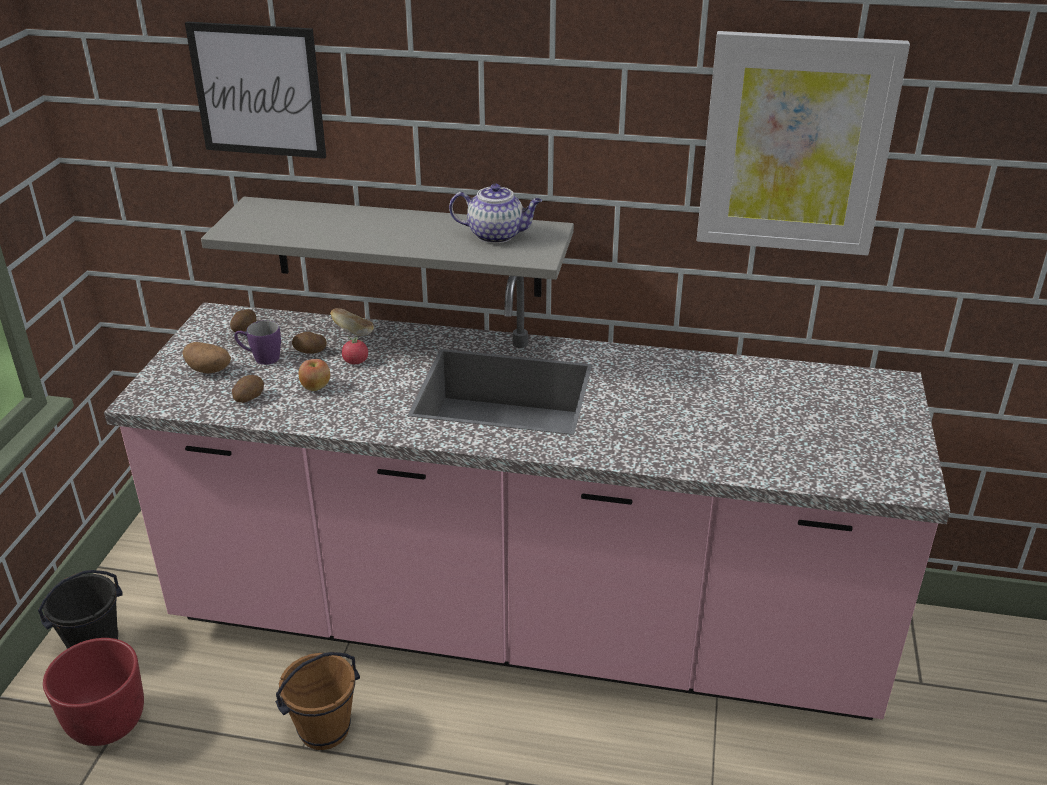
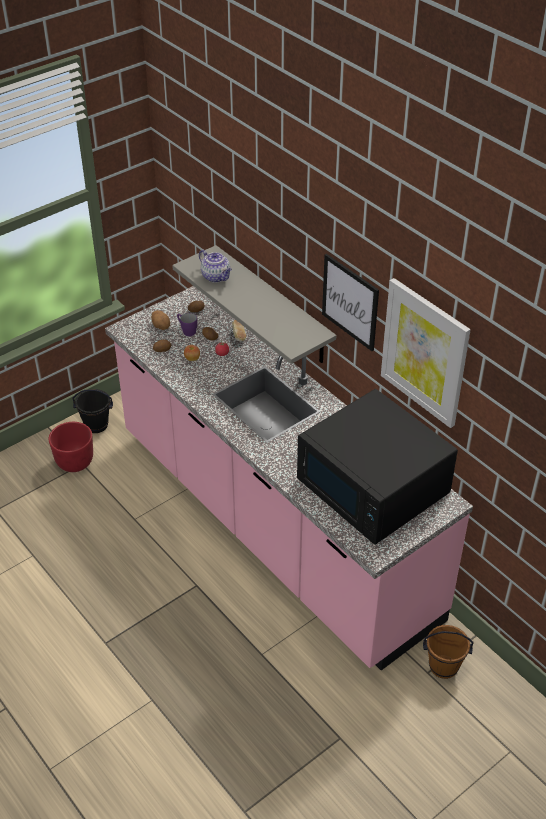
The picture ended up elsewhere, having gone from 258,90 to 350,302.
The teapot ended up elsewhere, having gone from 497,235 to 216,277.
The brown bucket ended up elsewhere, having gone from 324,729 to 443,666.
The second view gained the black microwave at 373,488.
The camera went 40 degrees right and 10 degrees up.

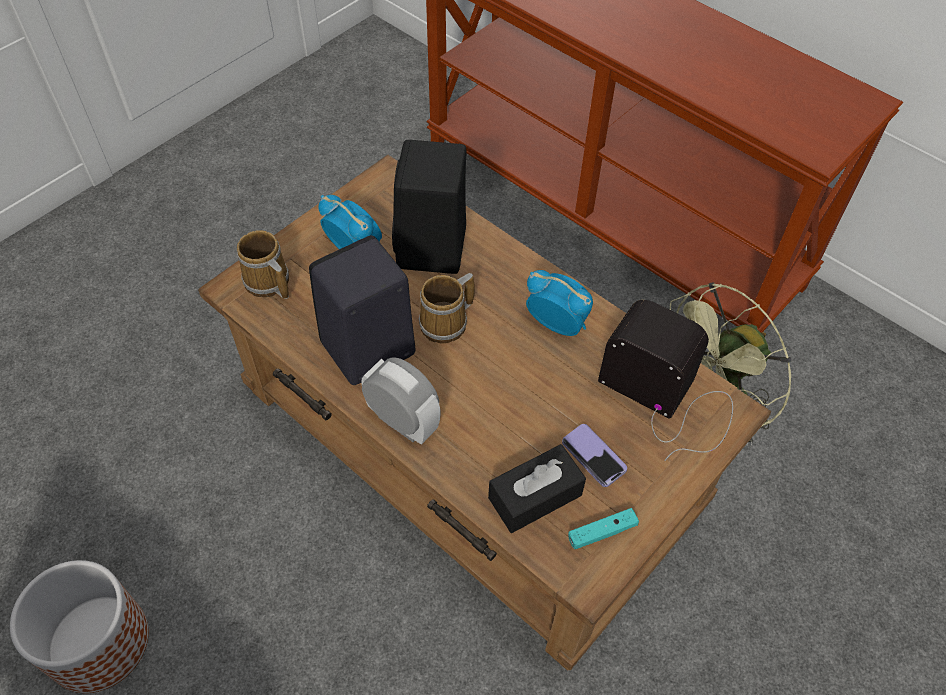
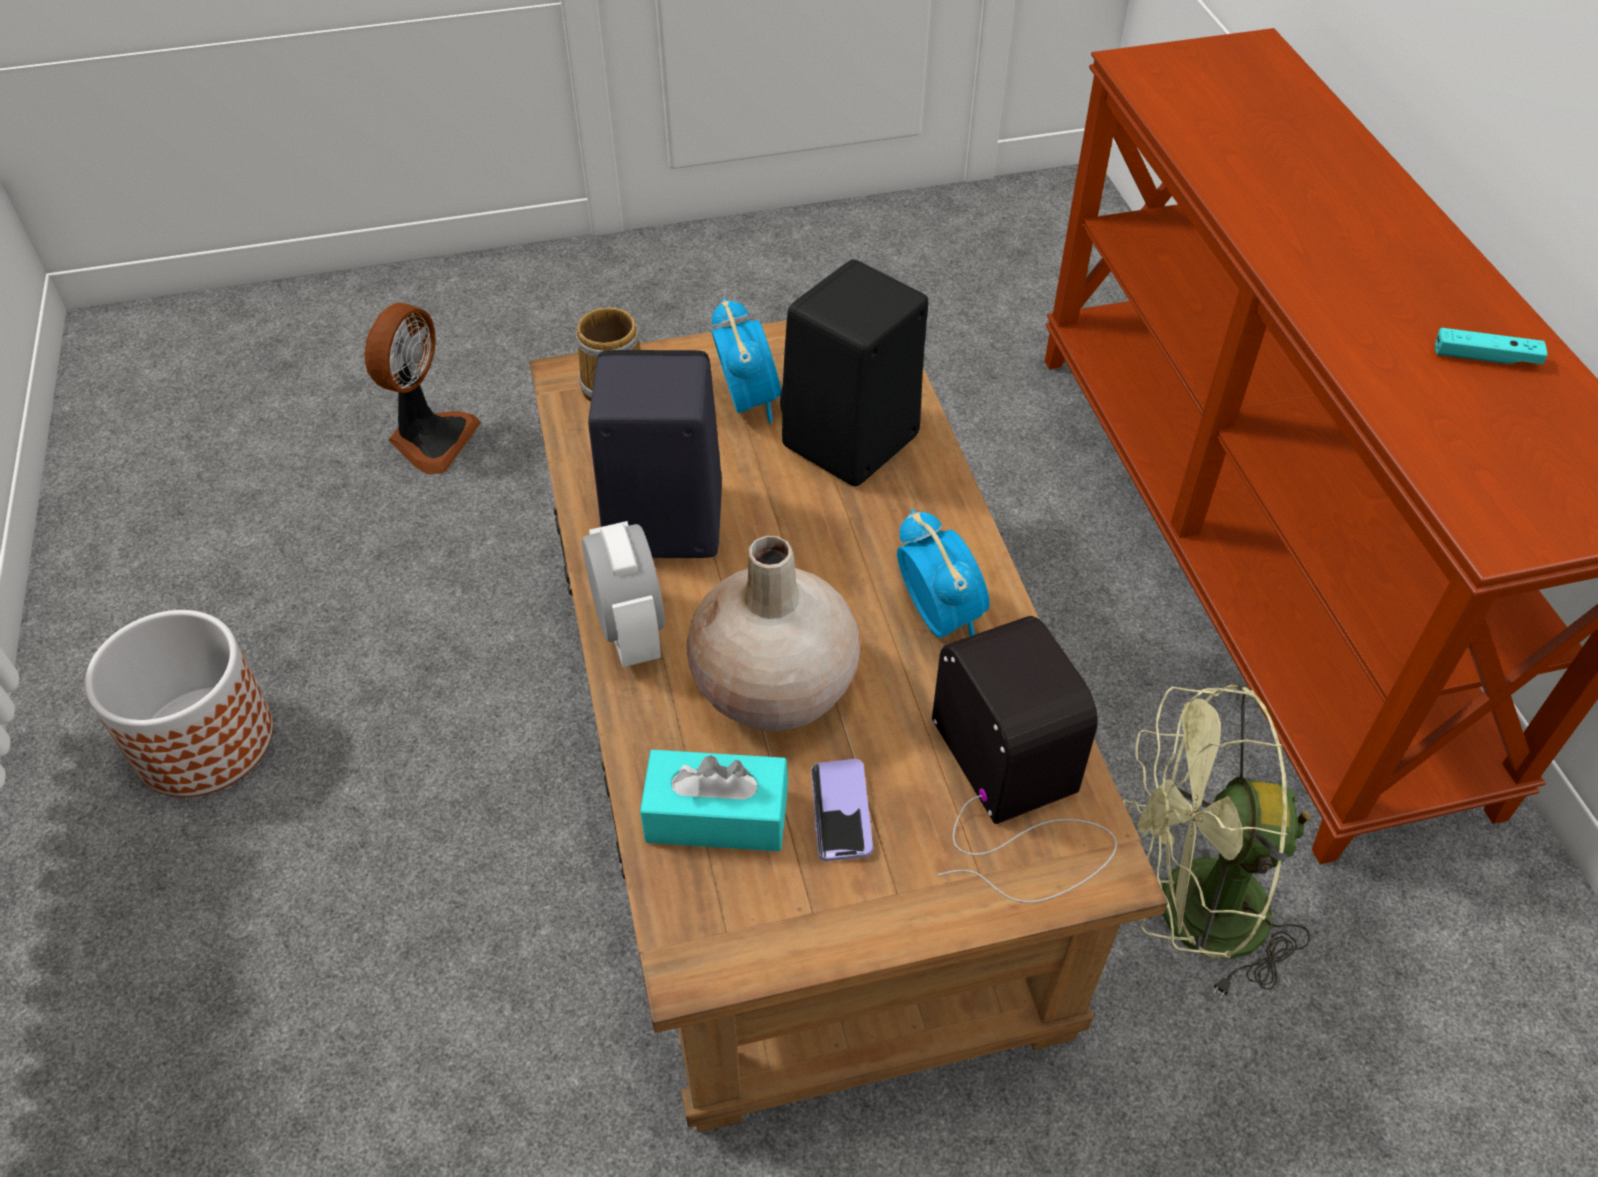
The second view lost the mug at 447,323.
What was the black tissue box at 535,496 turned into the turquoise tissue box at 716,816.
The turquoise game controller ended up elsewhere, having gone from 602,532 to 1485,357.
The second view gained the fan at 430,438.
The second view gained the beige vase at 774,687.
The camera went 35 degrees right and 5 degrees down.

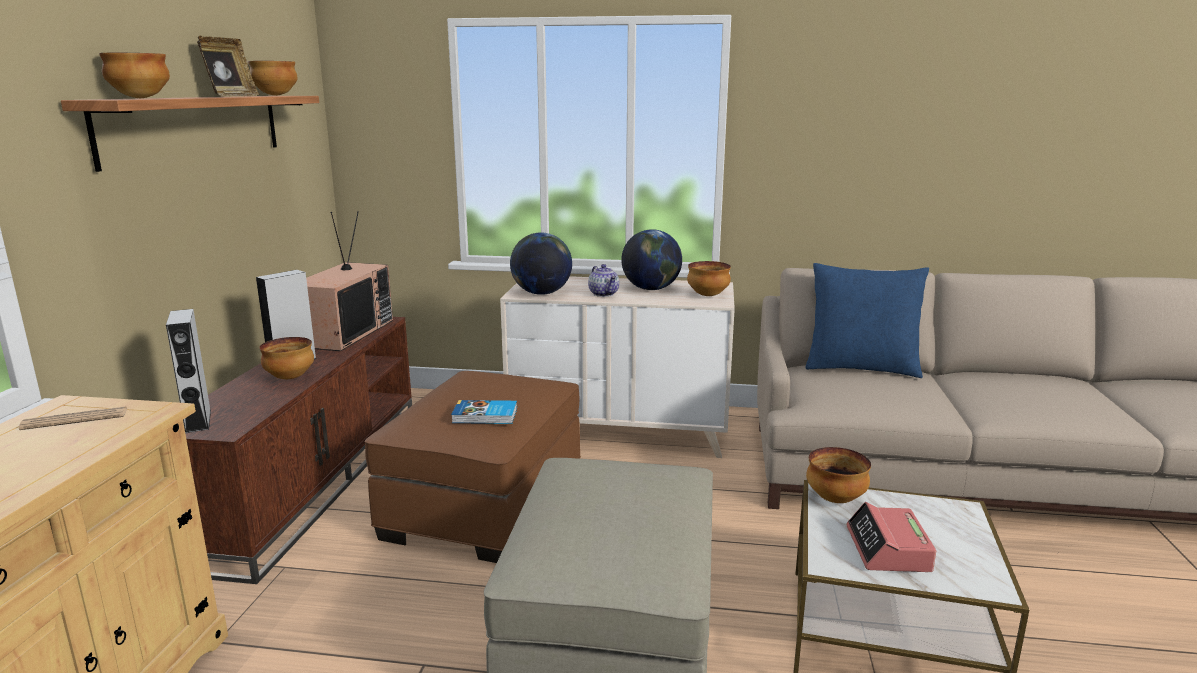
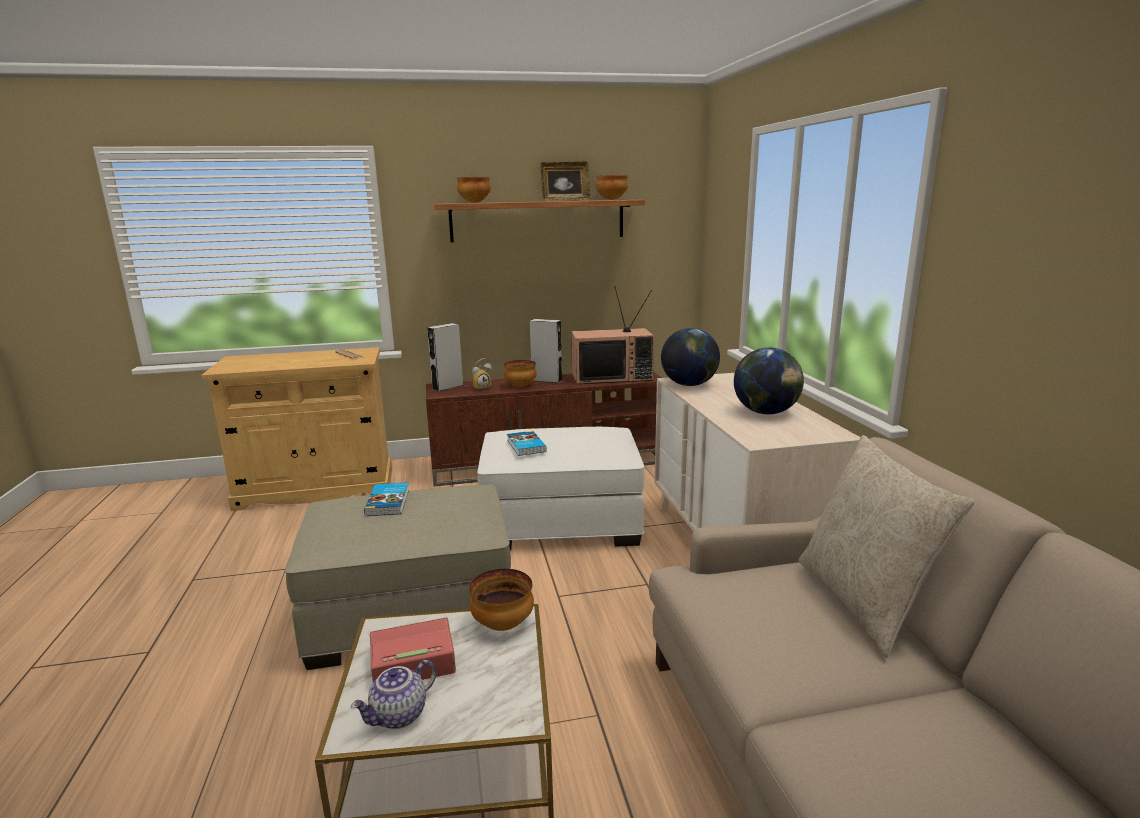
The second view lost the bowl at 707,295.
What was the blue pillow at 861,367 turned into the beige pillow at 864,602.
The teapot ended up elsewhere, having gone from 604,294 to 399,716.
What was the brown ottoman at 486,501 turned into the white ottoman at 562,522.
The second view gained the alarm clock at 481,388.
The second view gained the book at 389,502.
The camera went 70 degrees right and 0 degrees up.

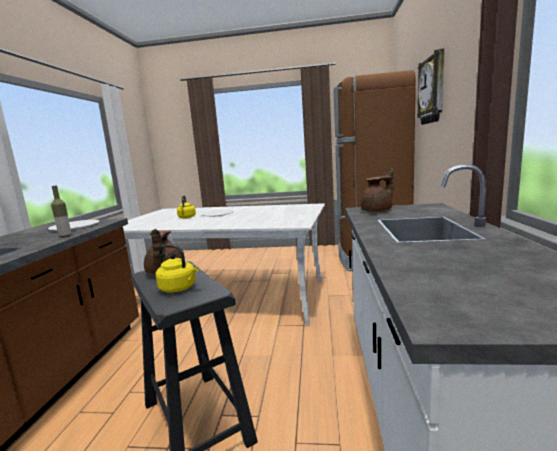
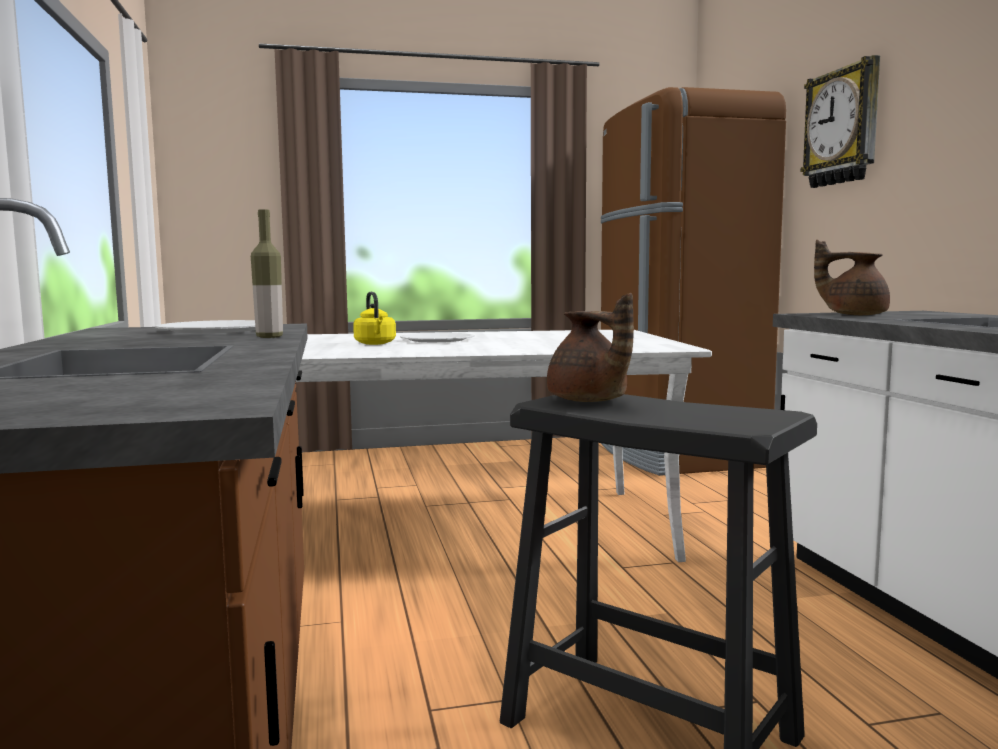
The brown teapot at 378,211 ended up facing another way, 105 degrees counterclockwise from before.
The second view lost the yellow kettle at 179,288.
The camera went 20 degrees left and 5 degrees down.

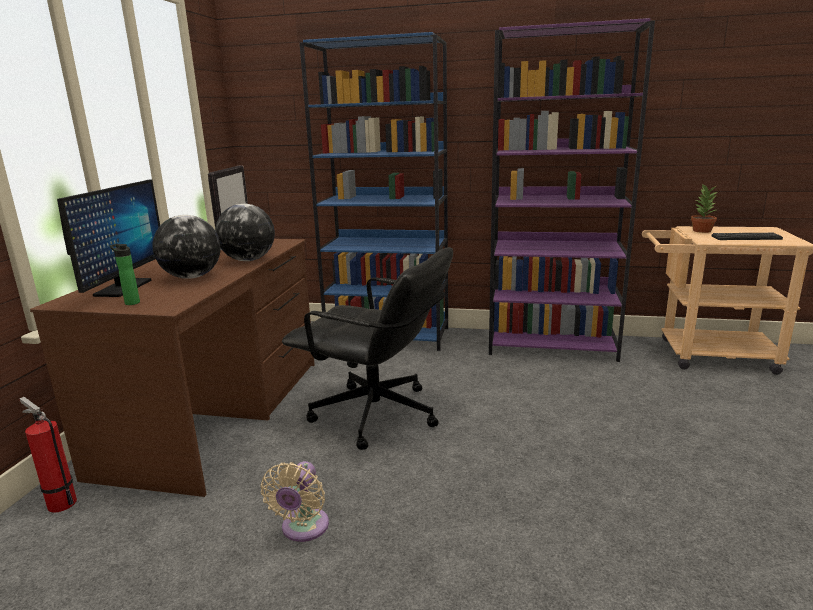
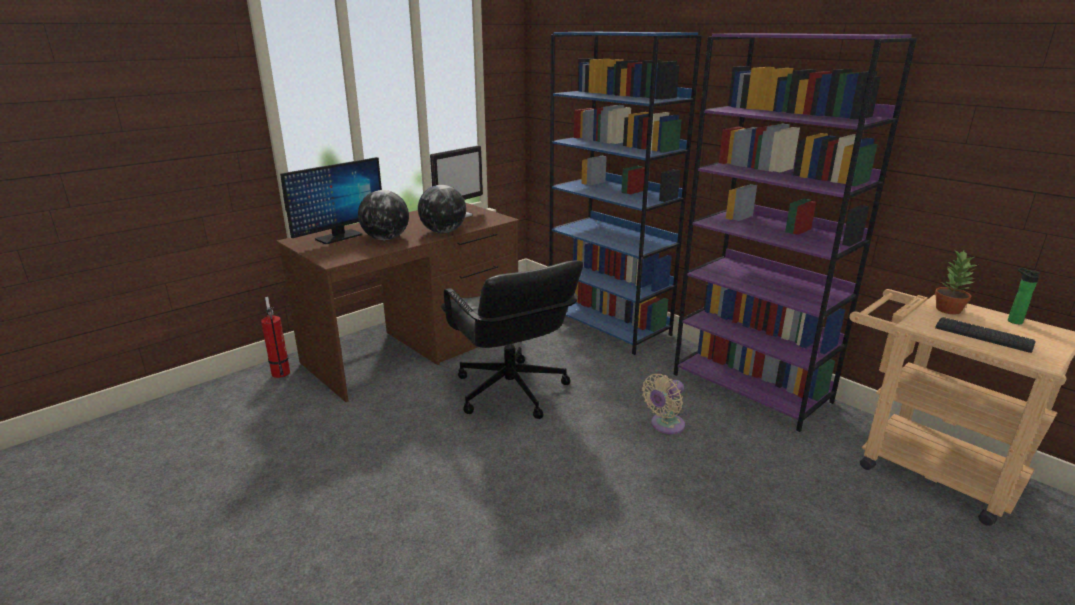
The bottle ended up elsewhere, having gone from 131,302 to 1012,321.
The beige fan ended up elsewhere, having gone from 303,529 to 665,425.
The camera went 35 degrees right and 5 degrees up.

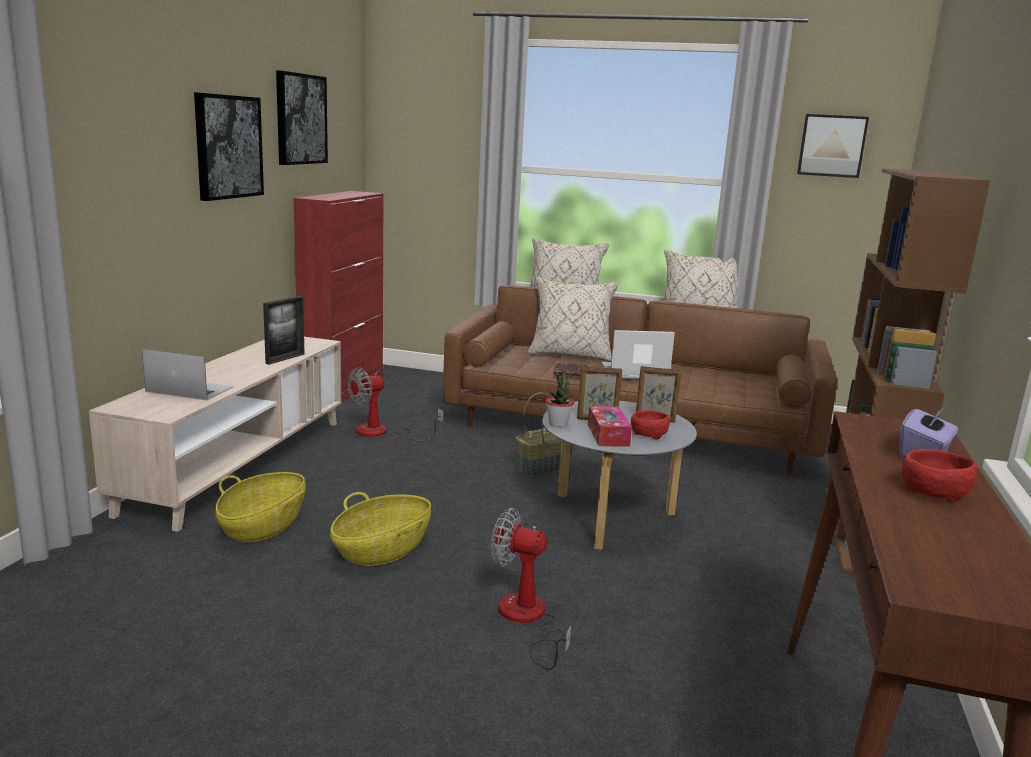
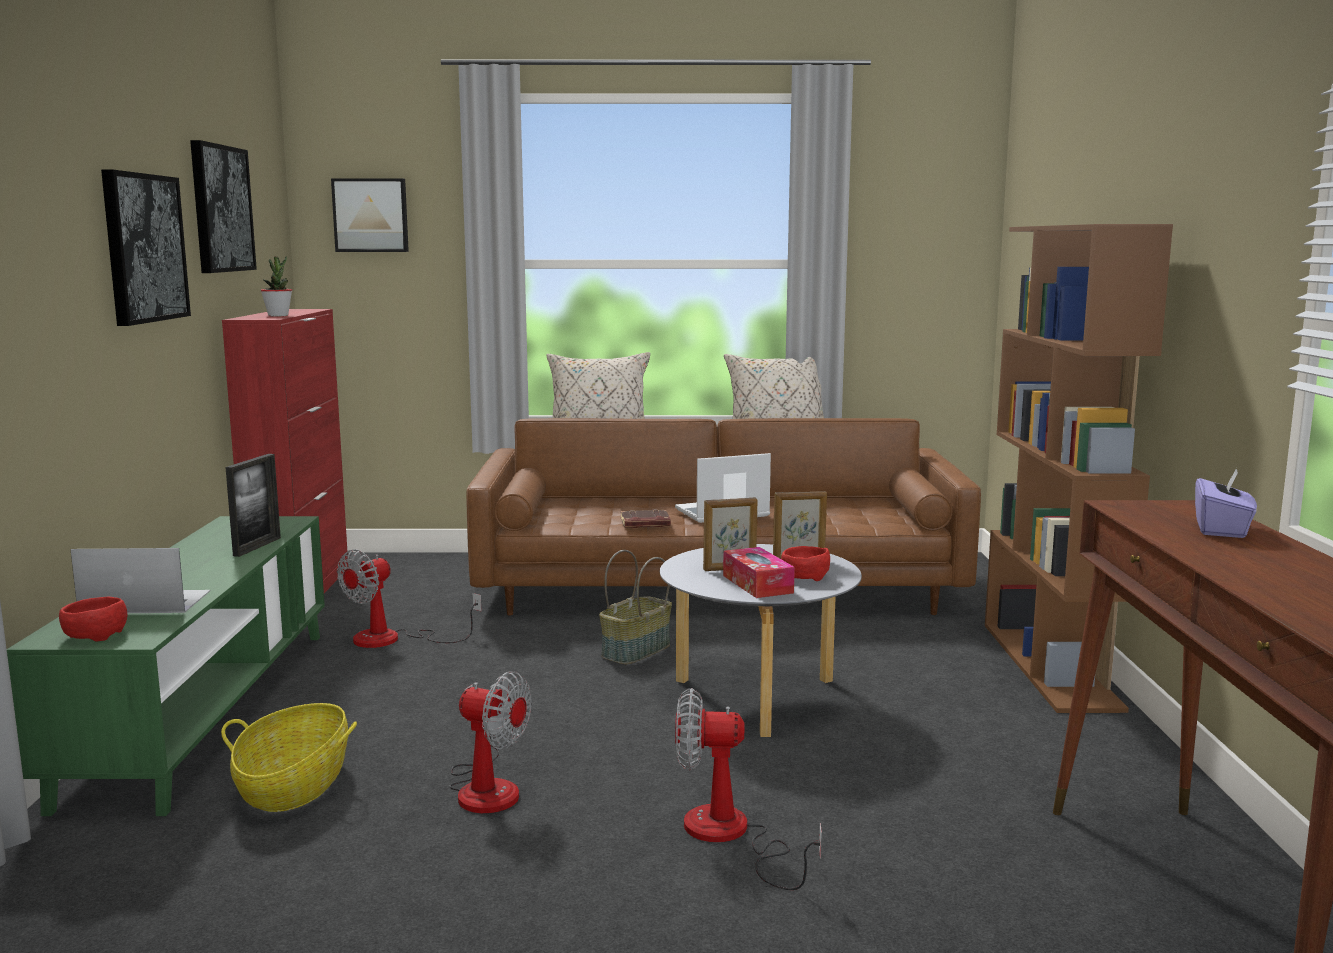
The picture ended up elsewhere, having gone from 831,146 to 371,215.
The second view lost the beige pillow at 570,354.
What was the beige tv stand at 239,464 turned into the green tv stand at 205,711.
The potted plant ended up elsewhere, having gone from 558,424 to 278,315.
The red bowl ended up elsewhere, having gone from 932,492 to 94,635.
Where the basket stood at 382,550, the fan came to stand at 486,787.
The camera went 15 degrees left and 5 degrees down.

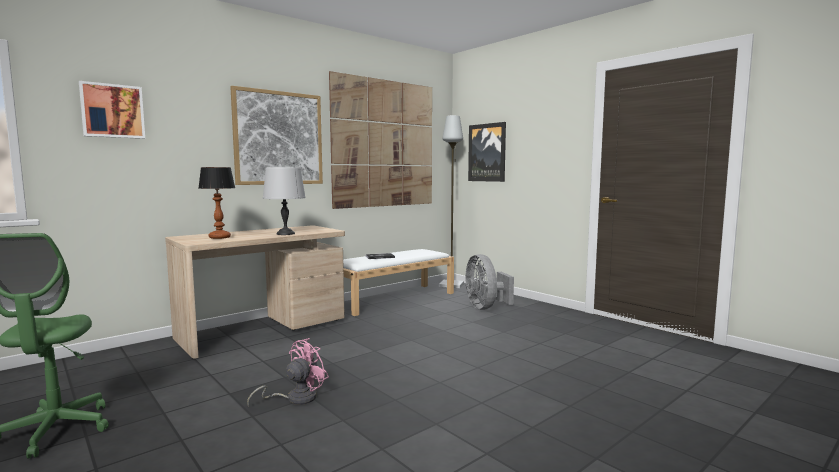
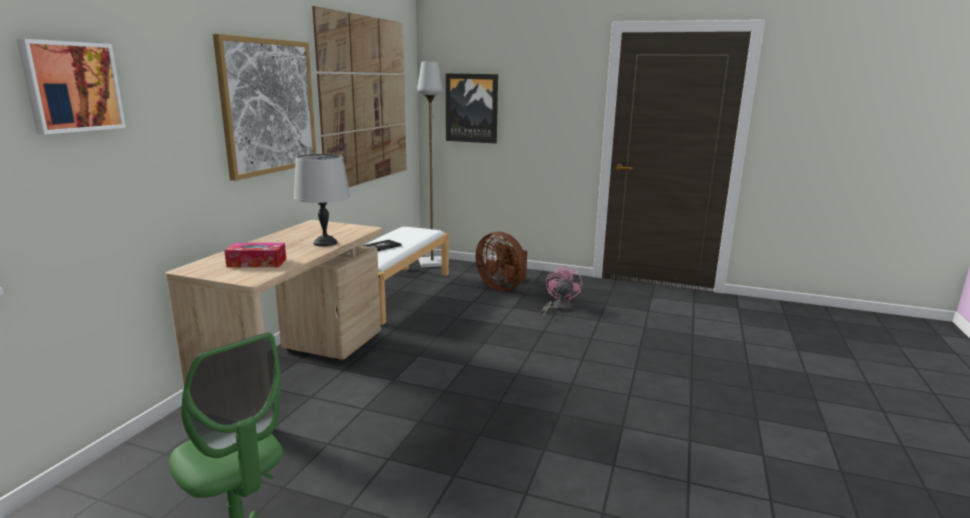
Where the table lamp stood at 220,237, the tissue box came to stand at 257,263.
What was the grey fan at 485,307 turned into the brown fan at 503,287.
The pink fan ended up elsewhere, having gone from 295,398 to 558,308.
The camera went 30 degrees left and 10 degrees up.

